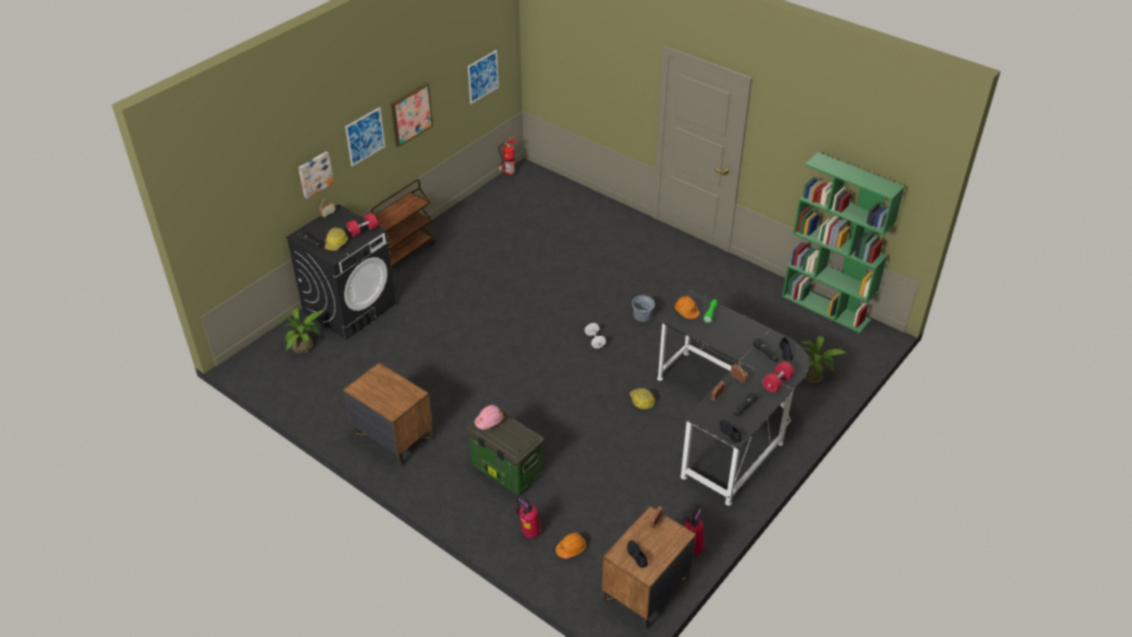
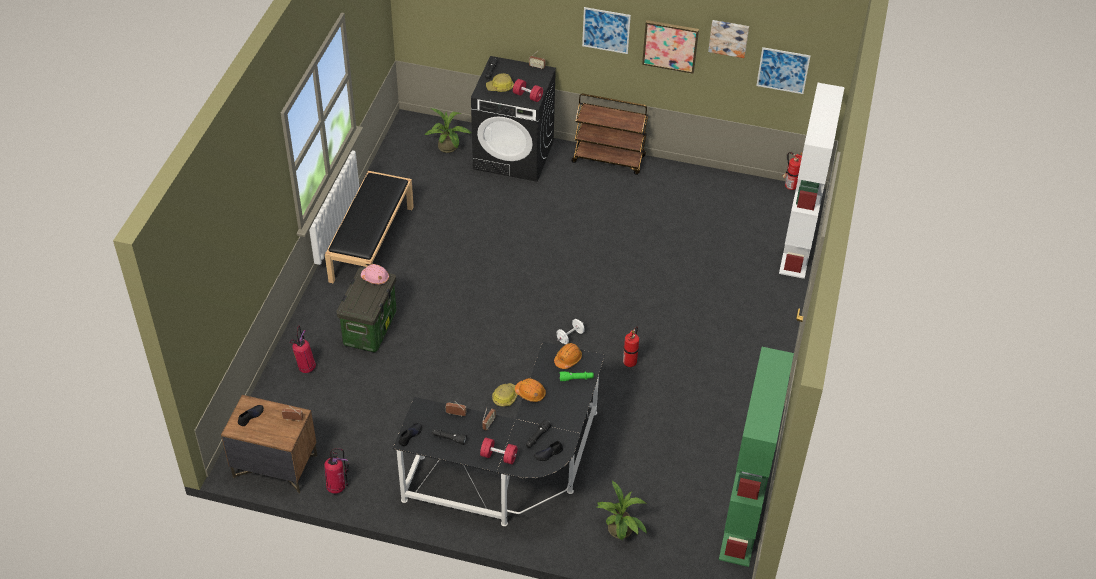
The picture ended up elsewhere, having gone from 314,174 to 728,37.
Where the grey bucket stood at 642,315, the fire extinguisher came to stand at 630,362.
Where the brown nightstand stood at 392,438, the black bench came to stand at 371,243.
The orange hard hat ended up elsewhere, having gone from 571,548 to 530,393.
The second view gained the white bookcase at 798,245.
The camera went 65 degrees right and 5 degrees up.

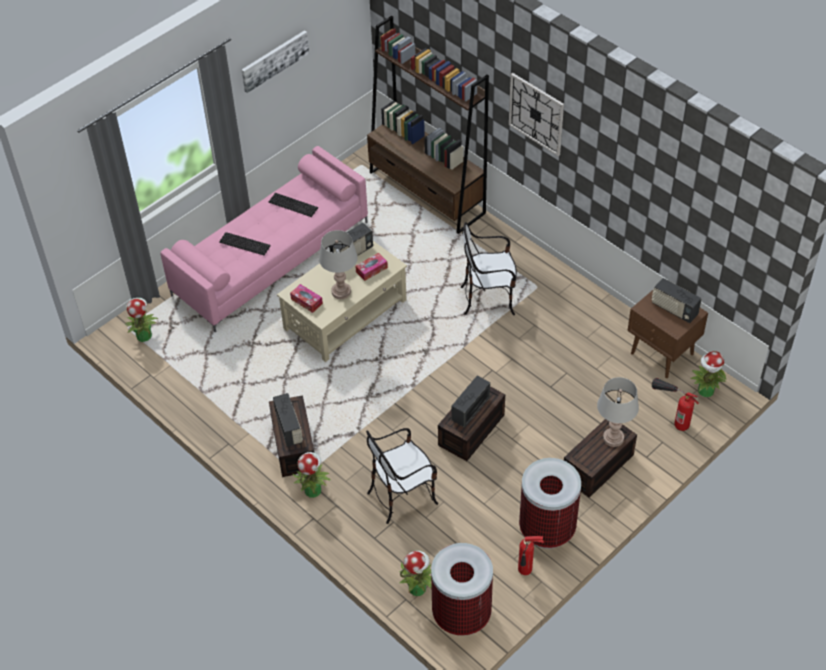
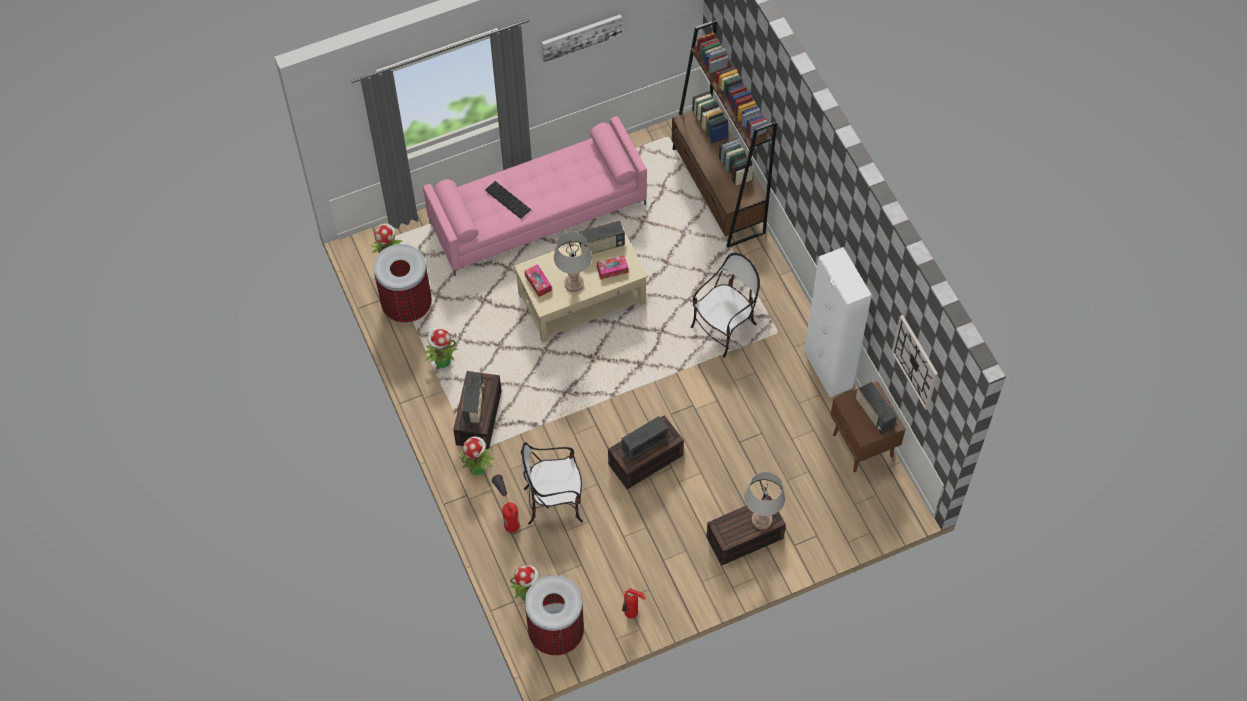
The wall clock ended up elsewhere, having gone from 536,114 to 915,362.
The second view lost the keyboard at 293,204.
The chair at 488,298 ended up facing another way, 120 degrees clockwise from before.
The potted plant ended up elsewhere, having gone from 705,391 to 442,361.
The fire extinguisher ended up elsewhere, having gone from 671,416 to 507,513.
The trash can ended up elsewhere, having gone from 547,529 to 407,305.
The second view gained the white cabinet at 828,370.
The camera went 20 degrees right and 10 degrees up.

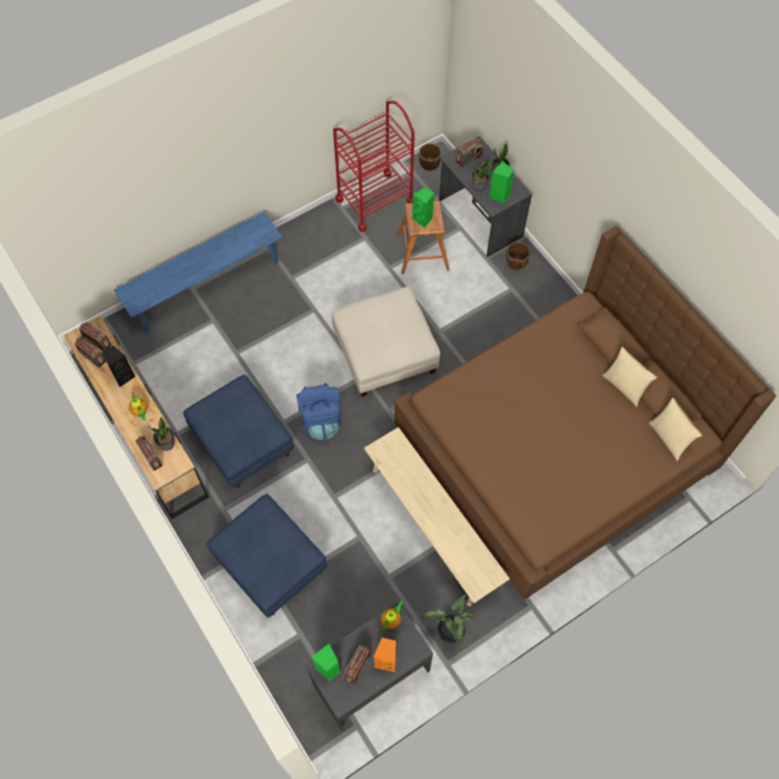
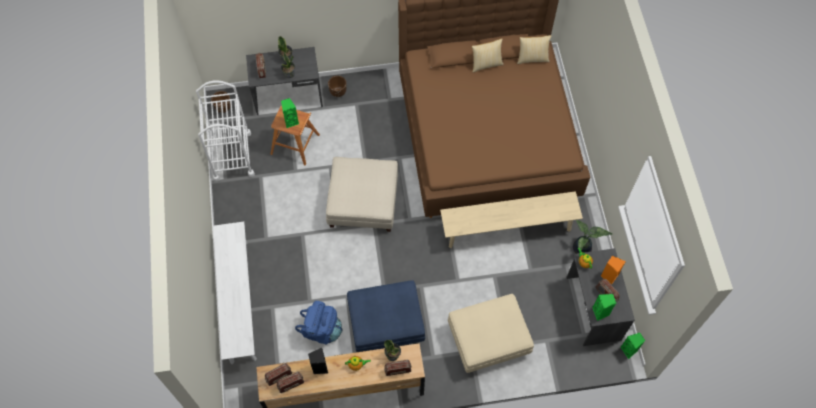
What was the red cart at 375,201 turned into the white cart at 232,156.
The green speaker ended up elsewhere, having gone from 499,196 to 629,350.
What was the blue bench at 206,286 turned into the white bench at 239,301.
The blue backpack ended up elsewhere, having gone from 321,420 to 321,330.
What was the blue ottoman at 269,563 turned into the beige ottoman at 487,341.
The camera went 65 degrees left and 0 degrees up.

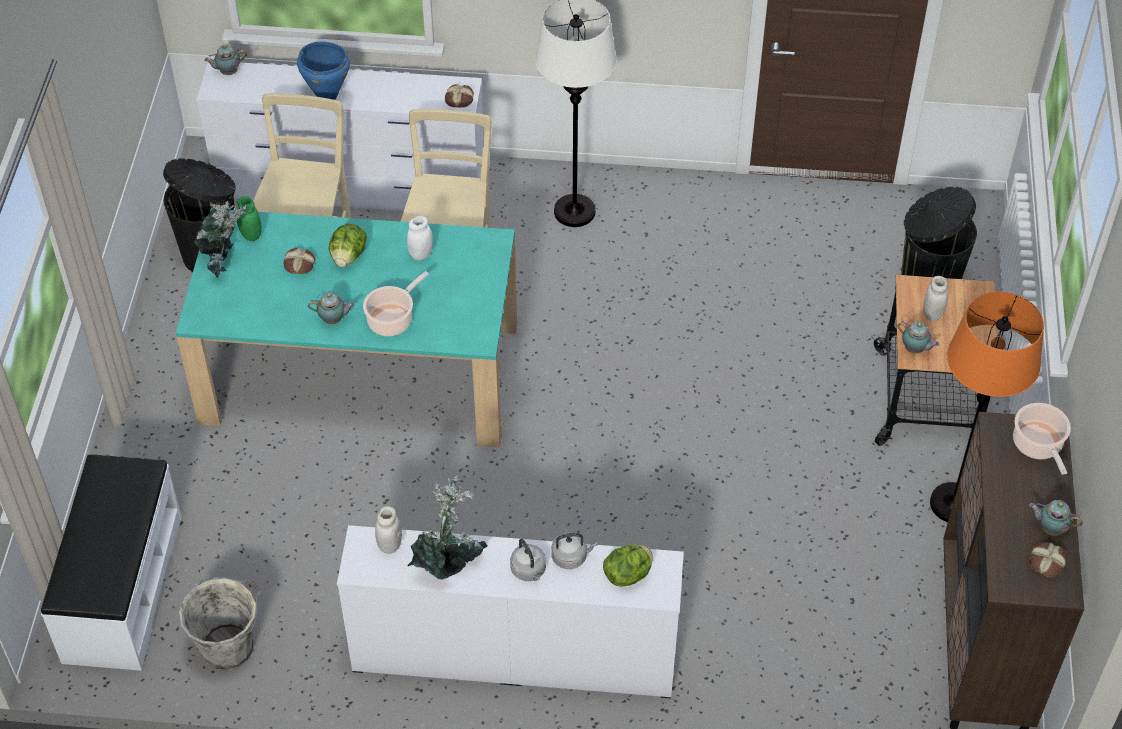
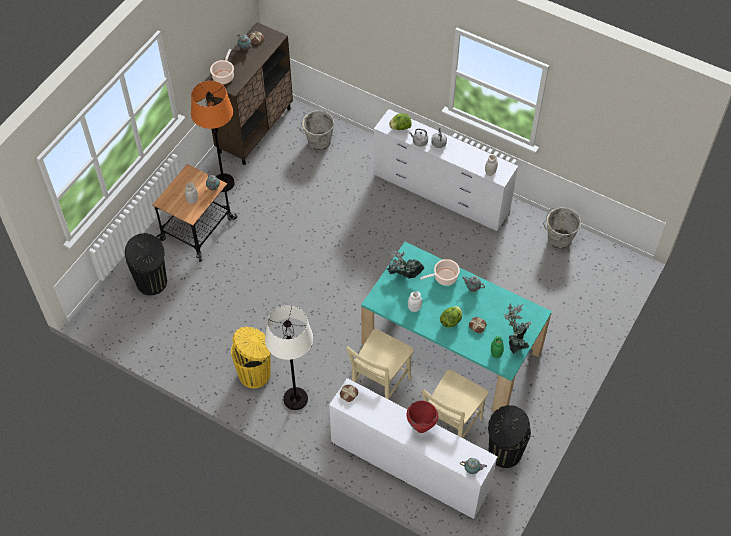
What was the blue cooking pot at 327,95 turned into the red cooking pot at 421,427.
The second view lost the white bench at 121,588.
The potted plant ended up elsewhere, having gone from 449,564 to 403,277.
The second view gained the grey bucket at 318,143.
The second view gained the yellow trash can at 255,373.
The camera went 155 degrees left and 5 degrees up.

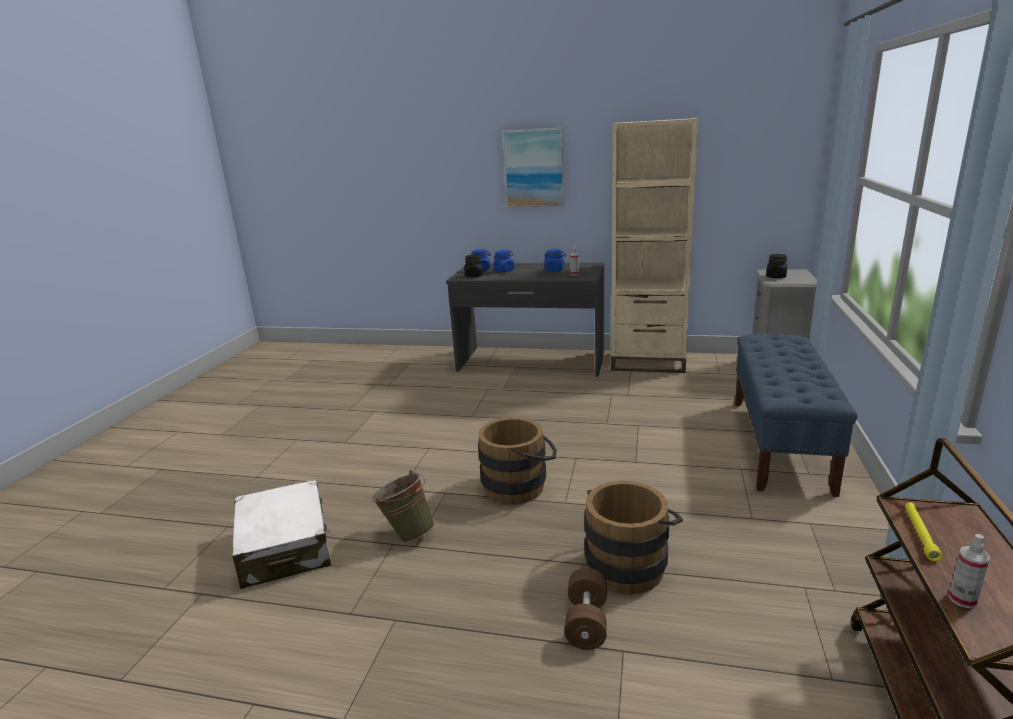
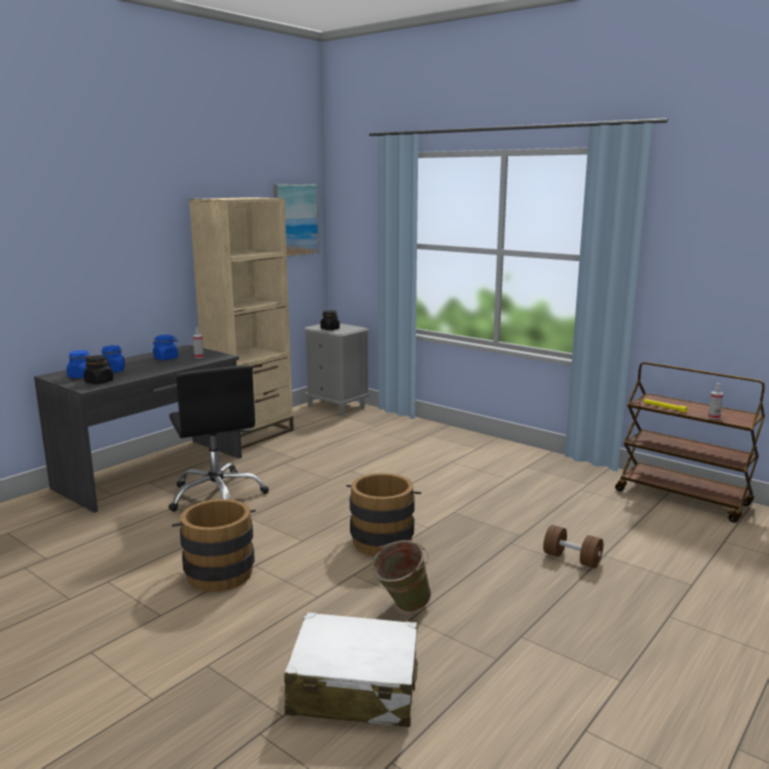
The picture ended up elsewhere, having gone from 534,168 to 295,220.
The second view lost the blue bench at 780,444.
The brown bucket ended up elsewhere, having gone from 629,563 to 218,571.
The second view gained the black office chair at 217,495.
The camera went 65 degrees left and 5 degrees down.

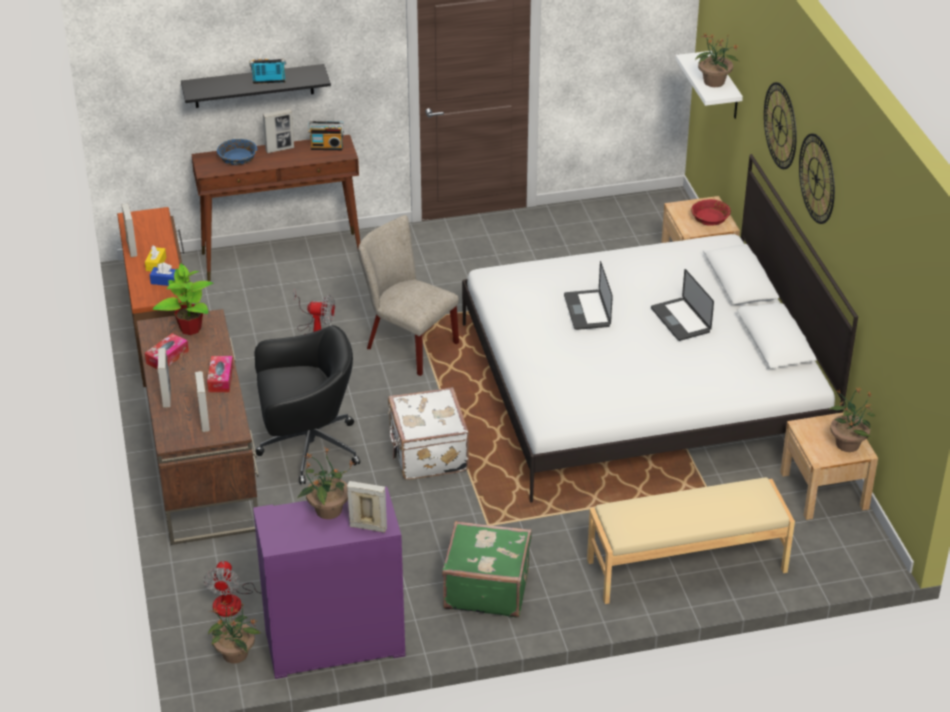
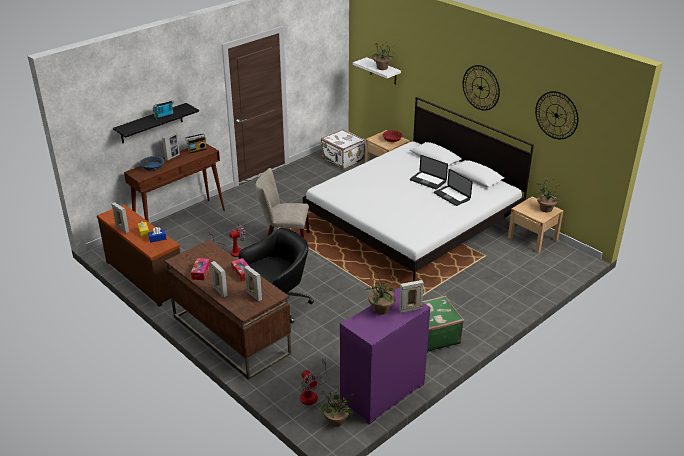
The wall clock ended up elsewhere, having gone from 780,125 to 556,115.
The laptop ended up elsewhere, having gone from 587,311 to 451,196.
The second view lost the potted plant at 190,328.
The white suitcase ended up elsewhere, having gone from 427,454 to 342,159.
The second view lost the beige bench at 687,566.
The camera went 30 degrees left and 5 degrees down.

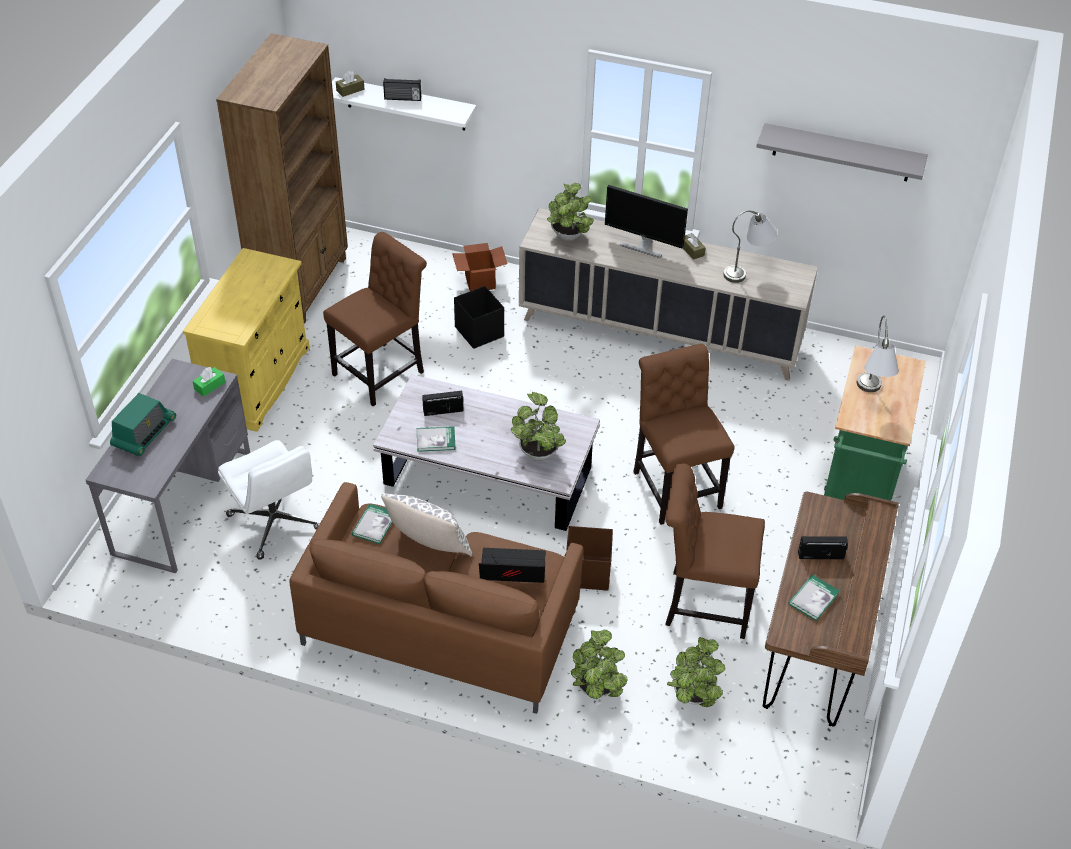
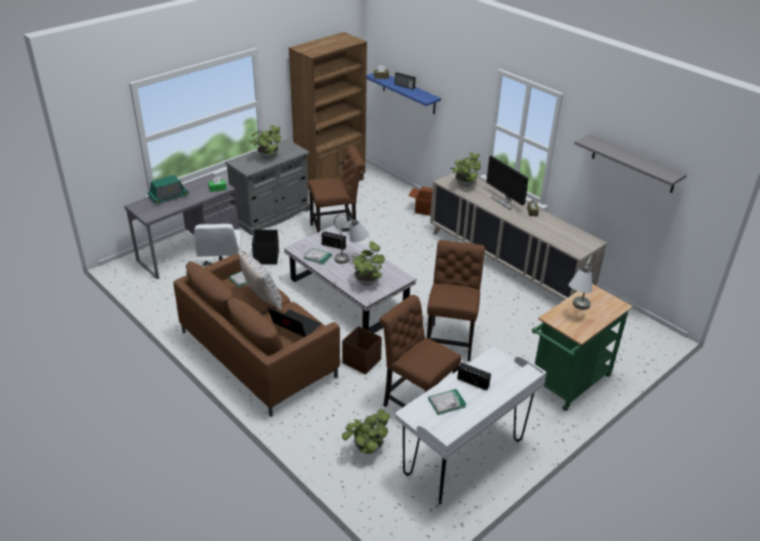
What was the white shelf at 405,104 turned into the blue shelf at 408,93.
The grey table lamp ended up elsewhere, having gone from 747,271 to 352,260.
What was the yellow cabinet at 257,382 turned into the grey cabinet at 271,215.
The black storage box ended up elsewhere, having gone from 479,331 to 266,257.
What was the brown desk at 814,651 turned into the white desk at 464,458.
The potted plant ended up elsewhere, having gone from 596,690 to 267,157.
The camera went 30 degrees right and 10 degrees down.

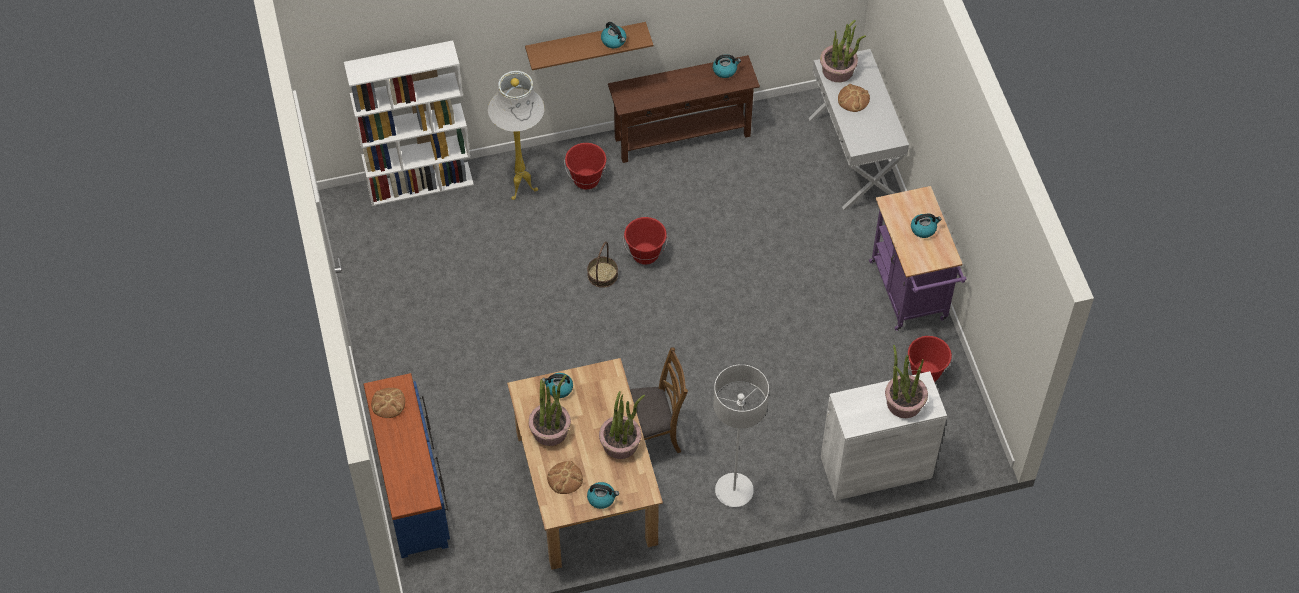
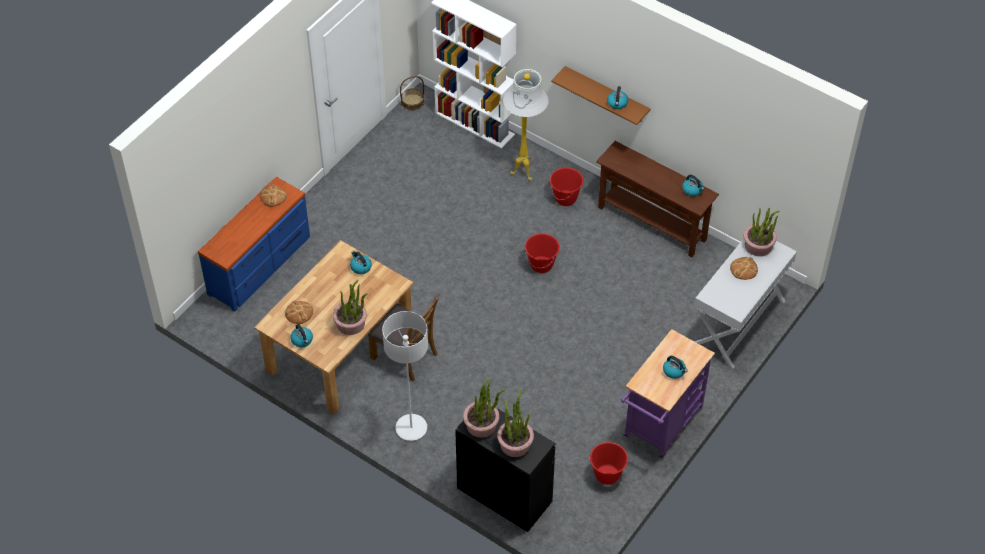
The basket ended up elsewhere, having gone from 602,274 to 412,102.
What was the white cabinet at 876,467 turned into the black cabinet at 504,494.
The potted plant ended up elsewhere, having gone from 550,430 to 481,425.
The camera went 50 degrees right and 5 degrees down.

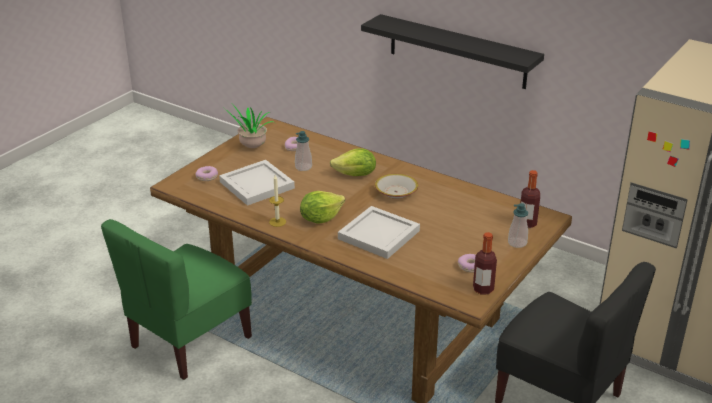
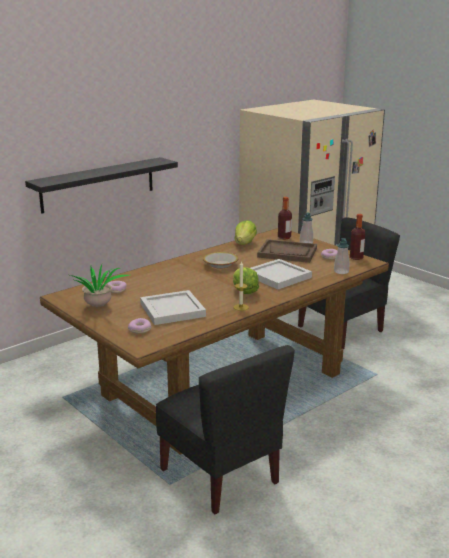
The soap dispenser ended up elsewhere, having gone from 303,167 to 341,271.
The lettuce ended up elsewhere, having gone from 355,175 to 245,243.
What was the green chair at 189,342 turned into the black chair at 221,476.
The second view gained the brown tray at 287,253.
The camera went 75 degrees left and 10 degrees down.

